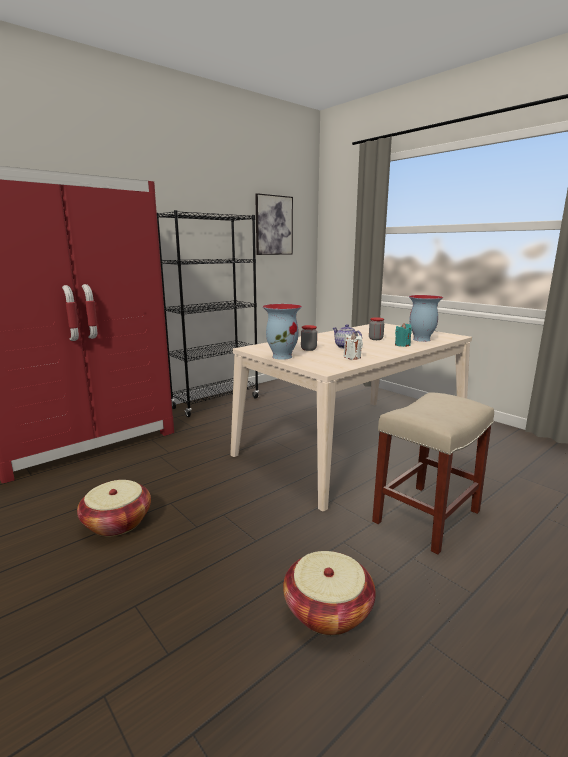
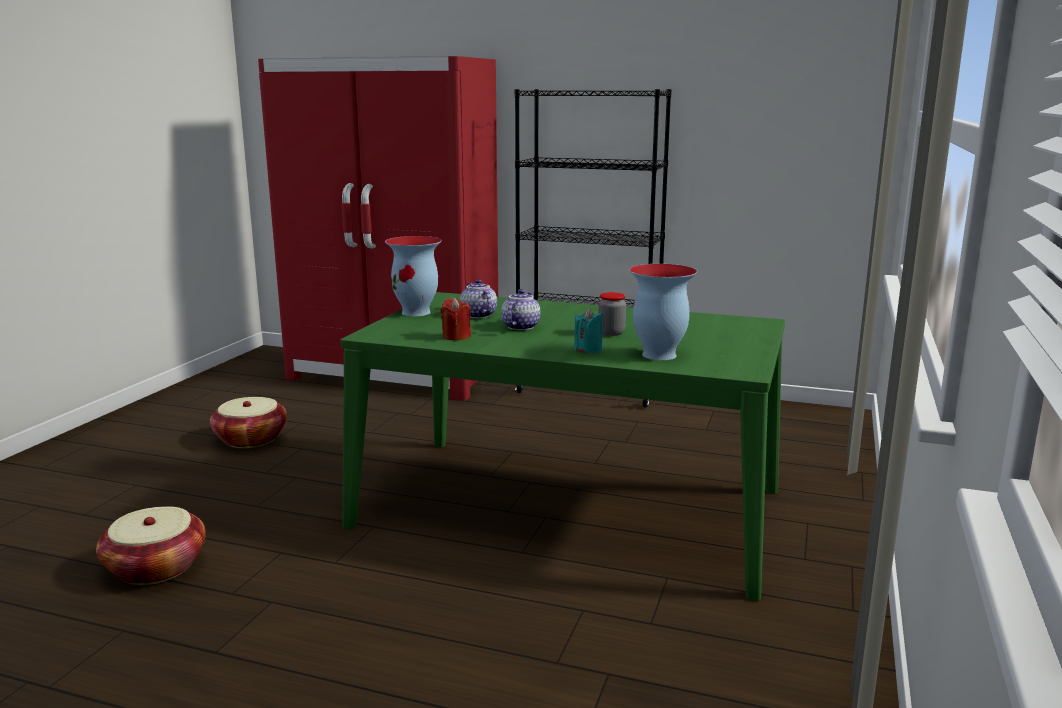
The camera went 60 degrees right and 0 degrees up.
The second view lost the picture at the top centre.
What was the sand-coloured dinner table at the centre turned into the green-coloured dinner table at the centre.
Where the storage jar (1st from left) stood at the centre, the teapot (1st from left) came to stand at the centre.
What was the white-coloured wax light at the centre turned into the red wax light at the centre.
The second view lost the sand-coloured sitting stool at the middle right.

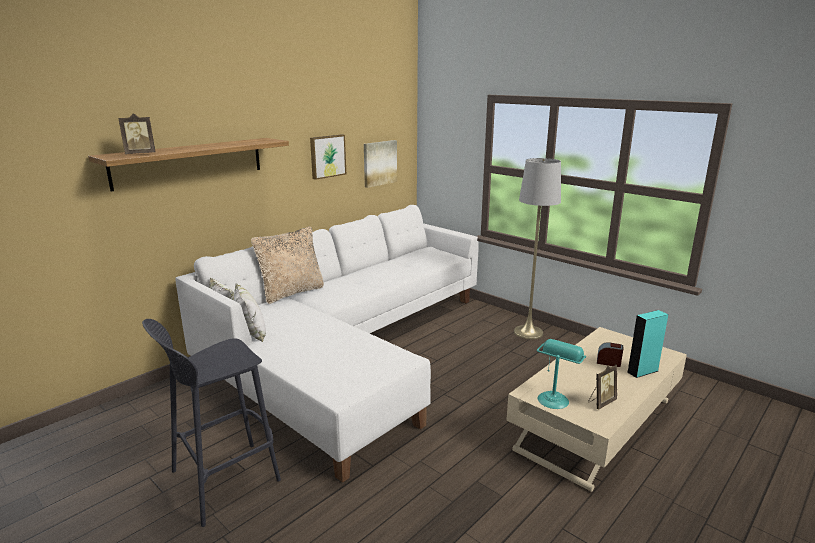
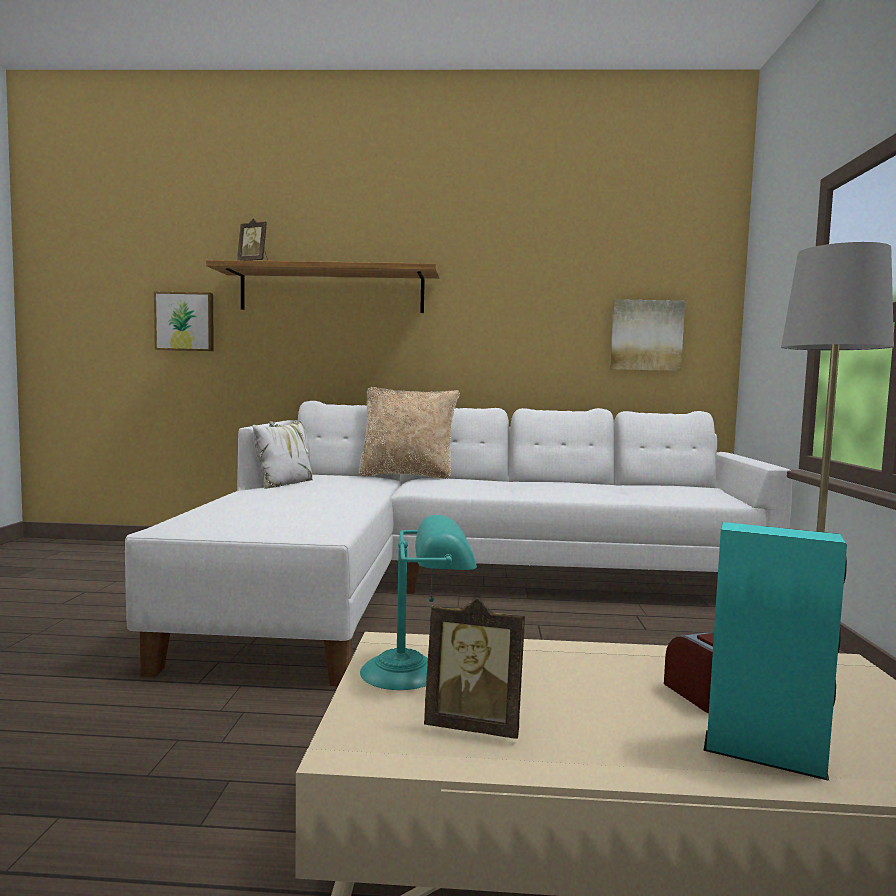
The camera went 50 degrees right and 15 degrees down.
The picture (1st from left) ended up elsewhere, having gone from the top centre to the middle left.
The second view lost the grey sitting stool at the bottom left.

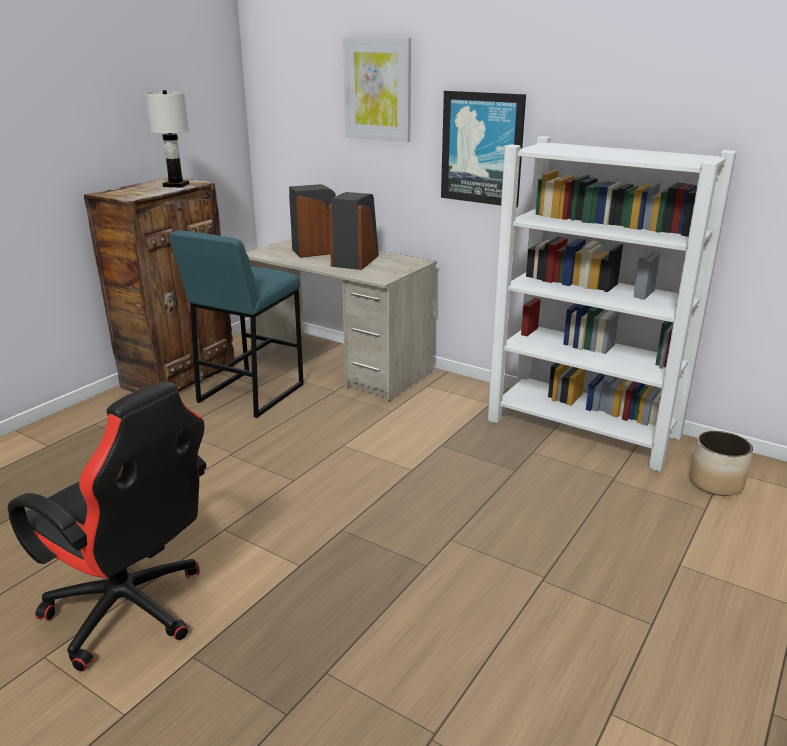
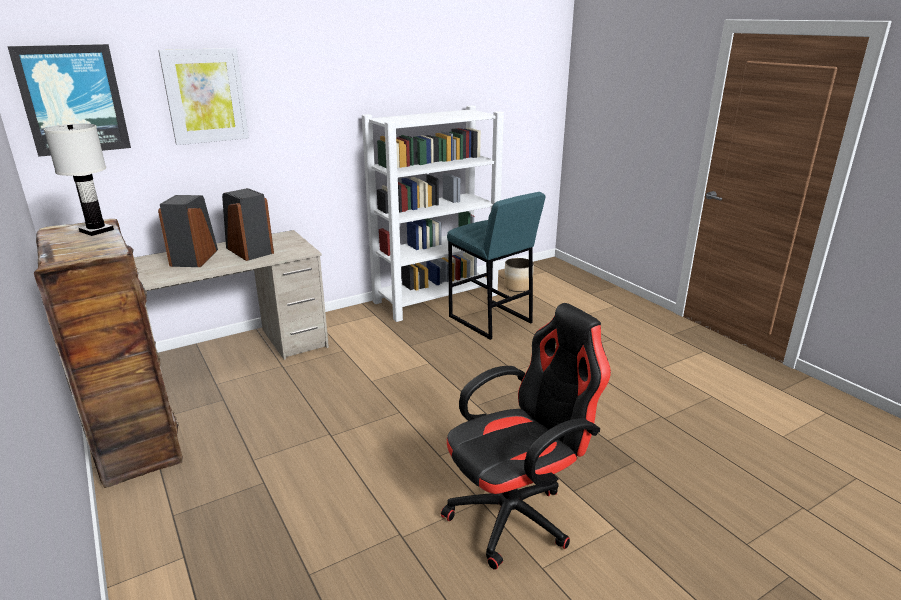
The camera went 65 degrees left and 0 degrees up.
The picture (2nd from left in the first image) ended up elsewhere, having gone from the top centre to the top left.
The turquoise-coloured sitting stool ended up elsewhere, having gone from the middle left to the centre.

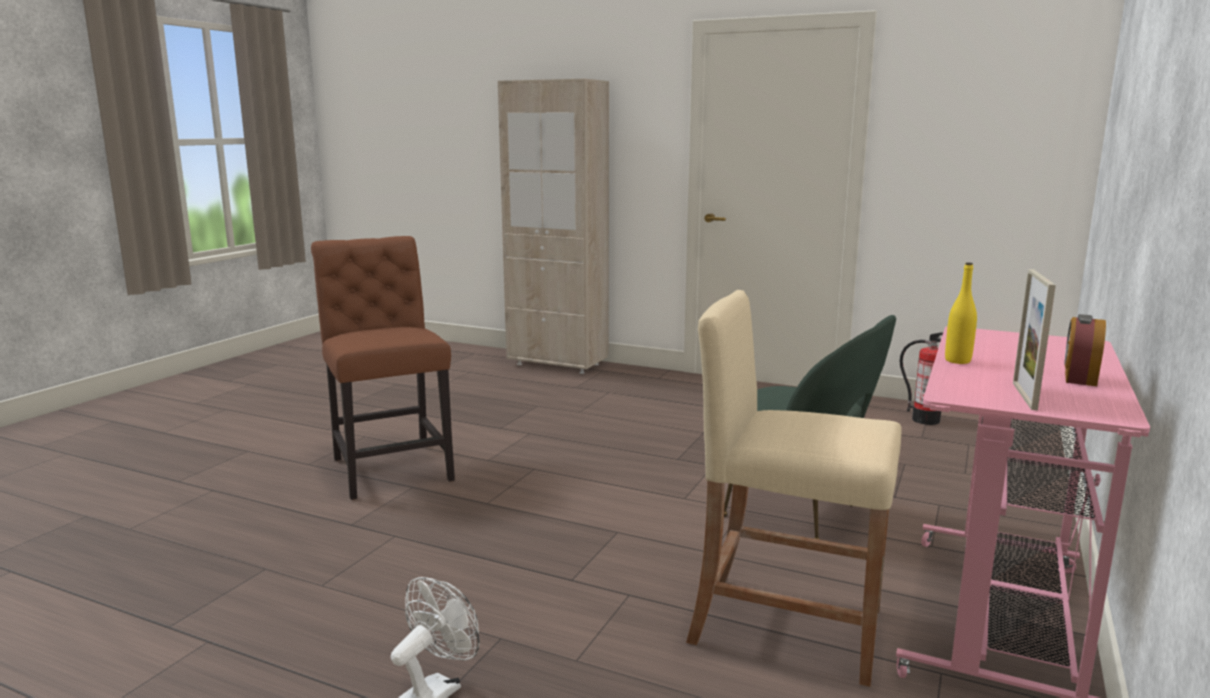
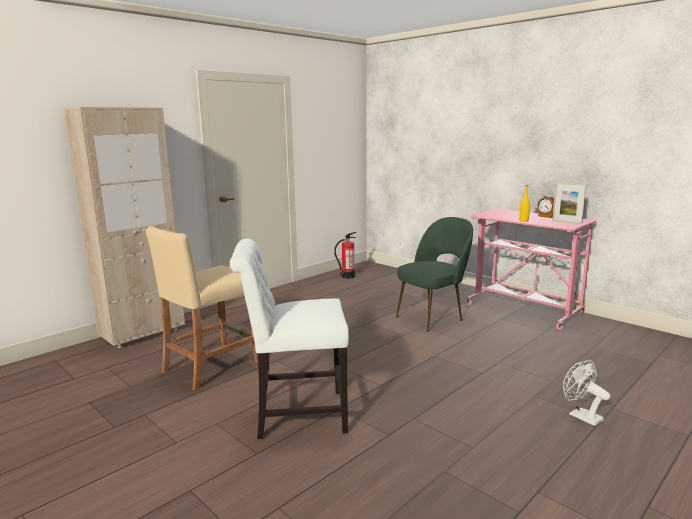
The camera went 70 degrees left and 0 degrees up.
What was the brown-coloured upright chair at the middle left turned into the white-coloured upright chair at the centre.
The sand-coloured sitting stool ended up elsewhere, having gone from the bottom centre to the middle left.

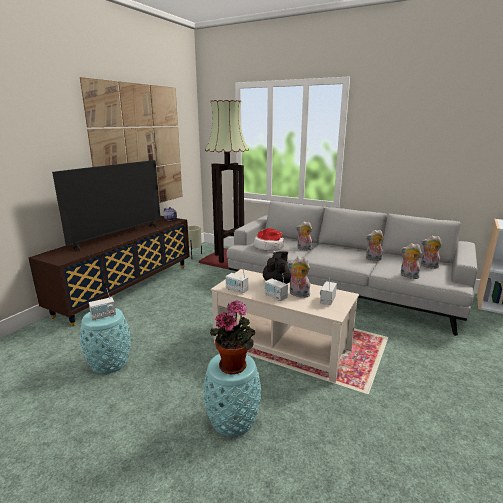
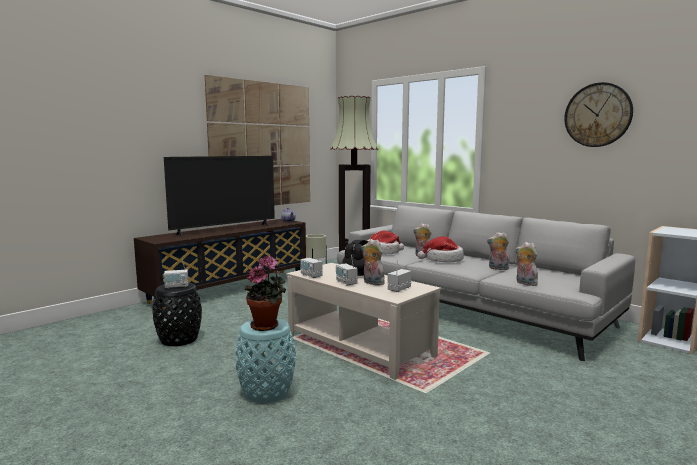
The camera went 15 degrees right and 10 degrees down.
The second view lost the cuddly toy (5th from left) at the middle right.
What was the turquoise-coloured sitting stool (1st from left) at the bottom left turned into the black sitting stool at the bottom left.
The second view gained the clock on the wall at the top right.
The second view gained the clothing hat (2nd from left) at the centre.

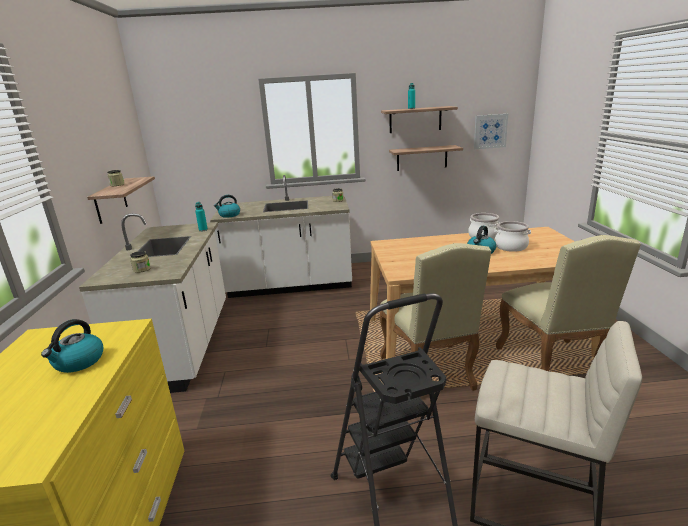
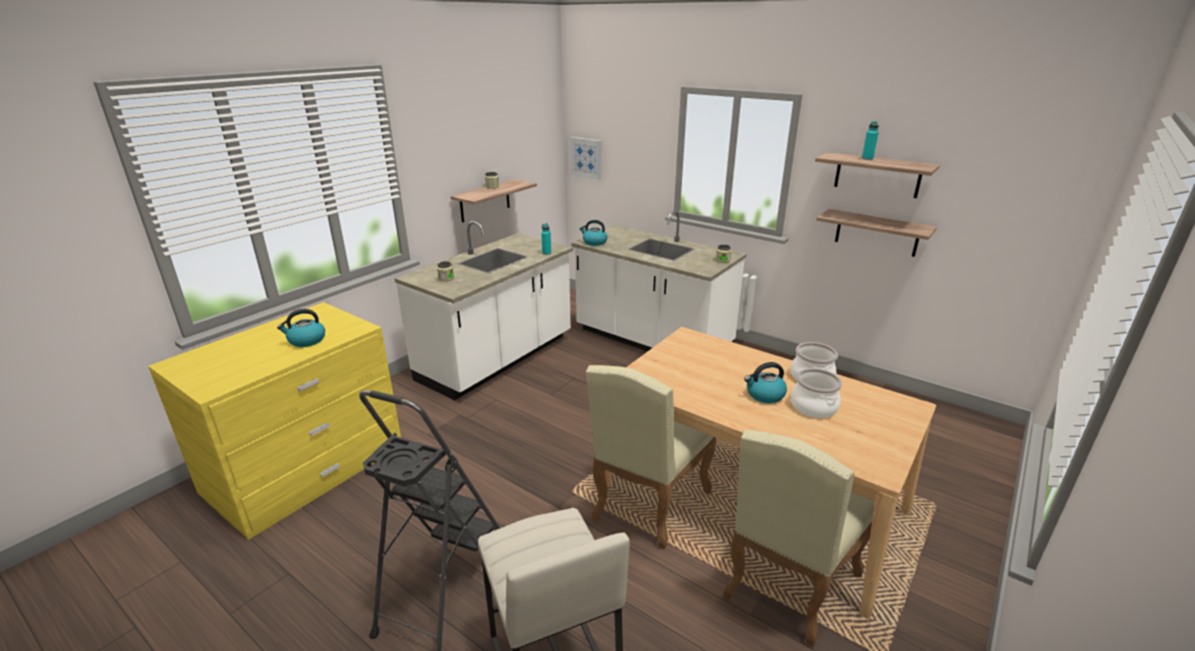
The camera went 40 degrees right and 5 degrees up.
The picture ended up elsewhere, having gone from the top right to the top centre.

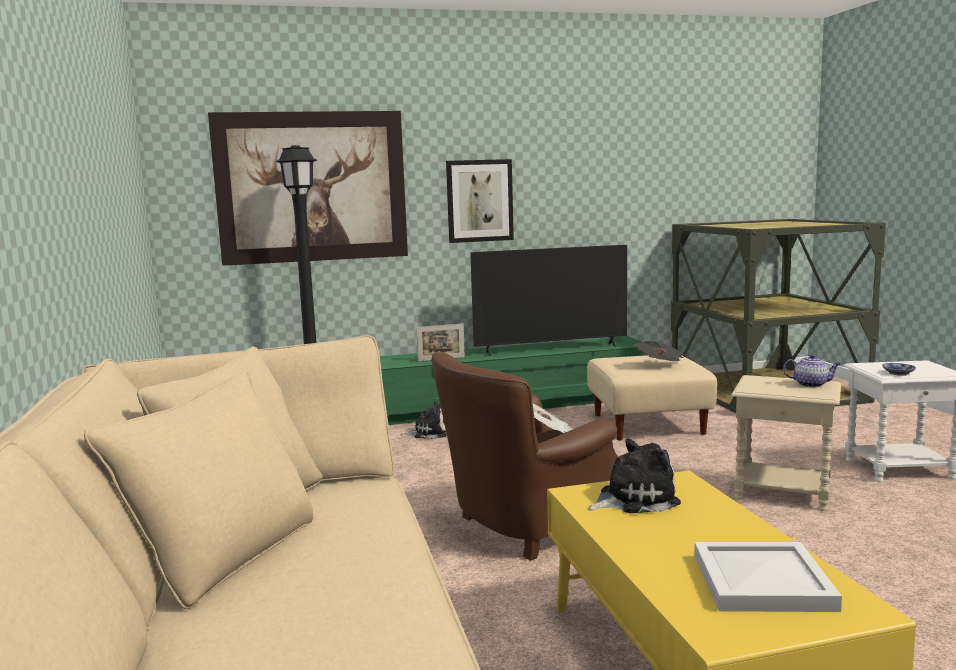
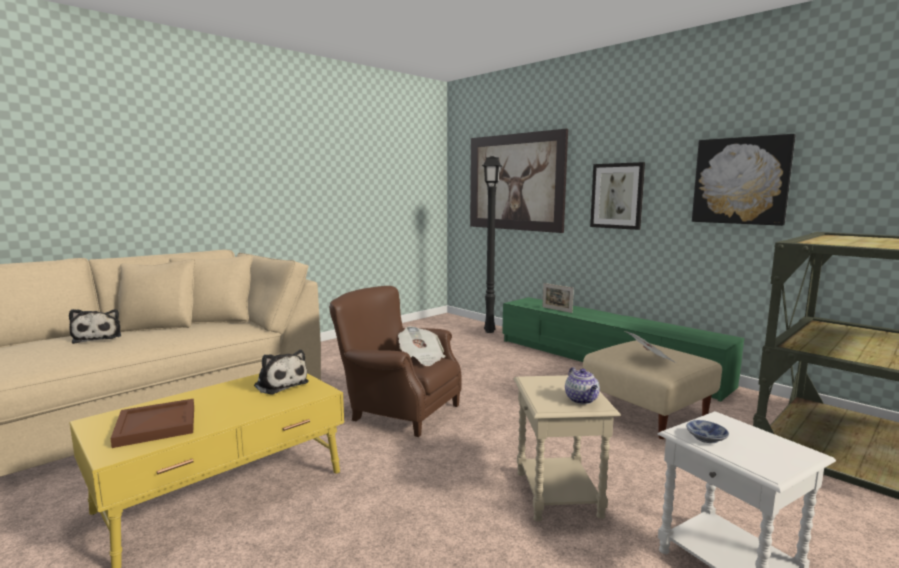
The camera went 60 degrees right and 0 degrees up.
The second view lost the TV at the centre.
The cuddly toy (1st from left) ended up elsewhere, having gone from the centre to the middle left.
What was the white-coloured tray at the bottom right turned into the brown-coloured tray at the bottom left.
The second view gained the picture (3rd from left) at the top right.

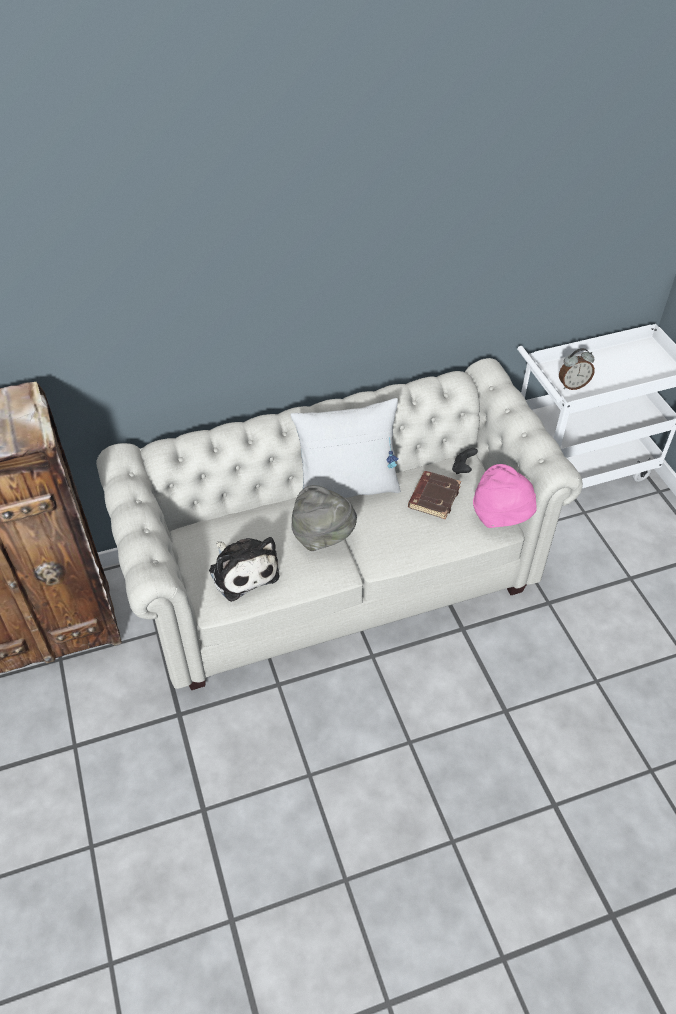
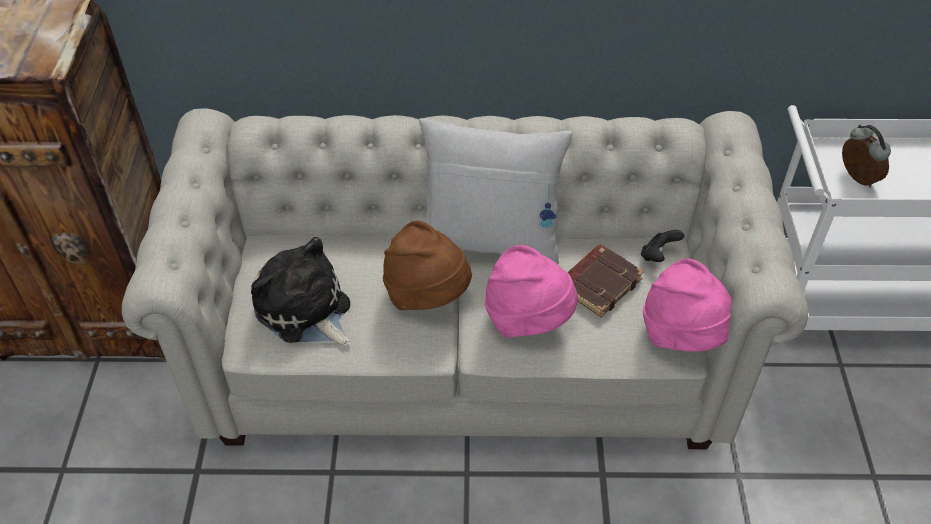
The camera went 20 degrees right and 0 degrees up.
The bedside clock at the middle right ended up facing another way, 120 degrees counterclockwise from before.
What was the grey clothing hat at the centre turned into the brown-coloured clothing hat at the centre.
The cuddly toy at the centre ended up facing another way, 150 degrees clockwise from before.
The second view gained the pink clothing hat (1st from left) at the centre.

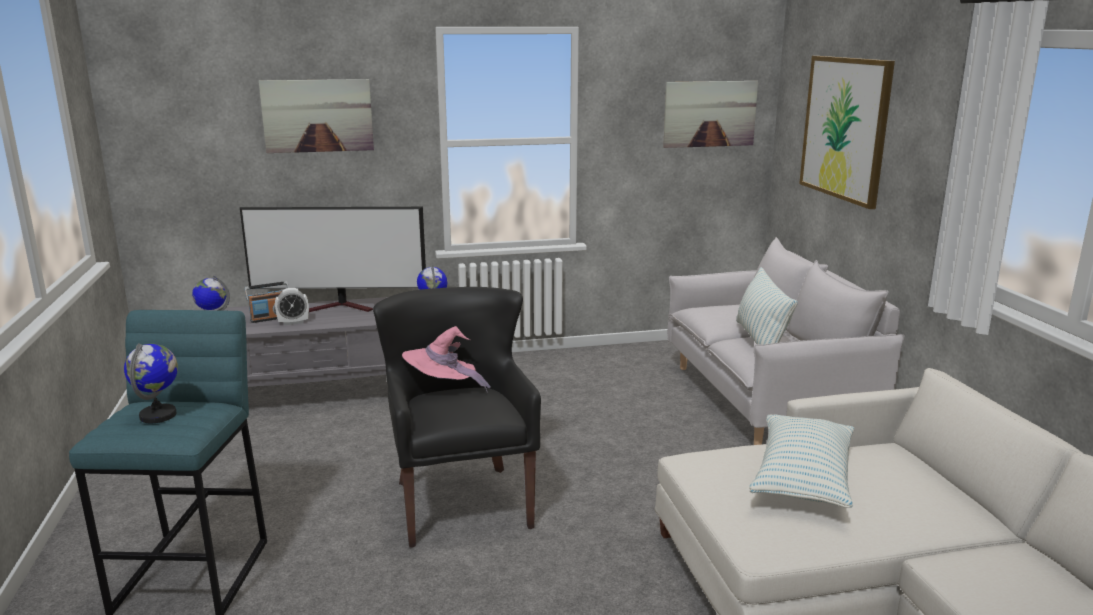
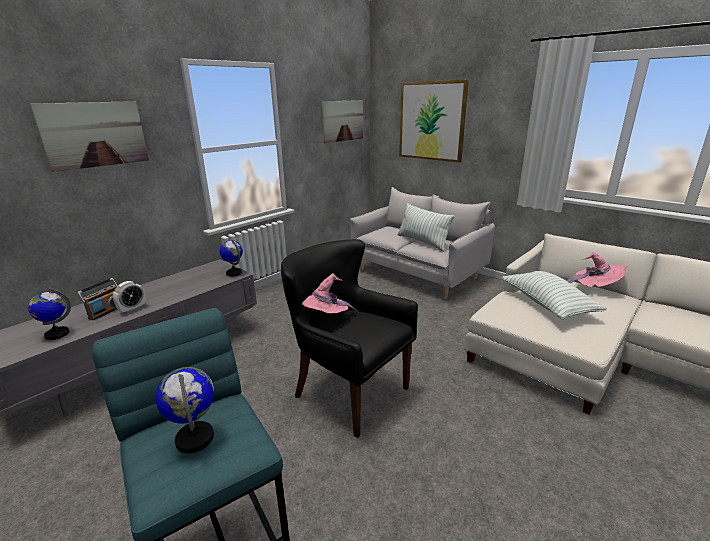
The camera went 35 degrees left and 5 degrees up.
The second view lost the TV at the middle left.
The second view gained the pink clothing hat (2nd from left) at the middle right.

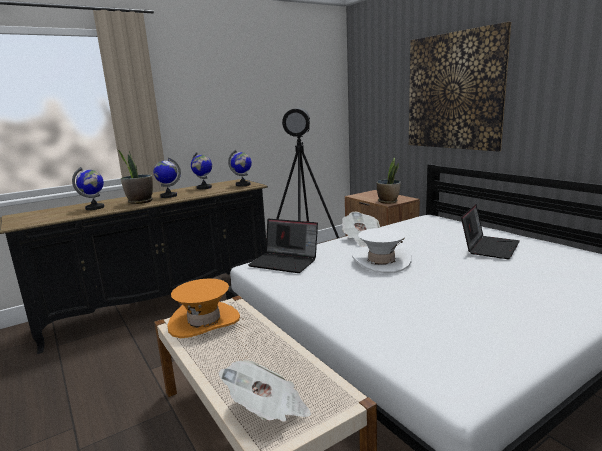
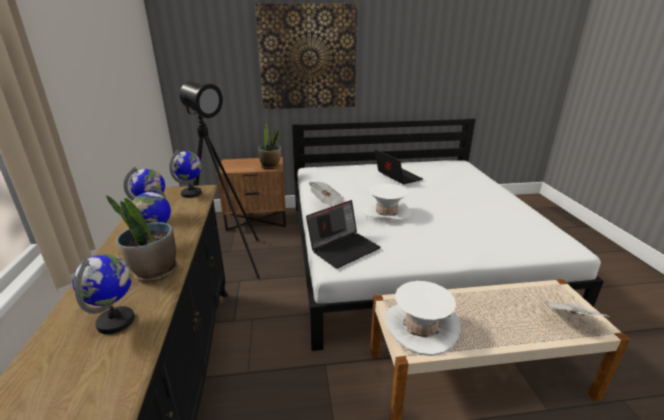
The camera went 65 degrees left and 10 degrees up.
What was the orange-coloured clothing hat at the bottom centre turned into the white-coloured clothing hat (2nd from left) at the bottom centre.

